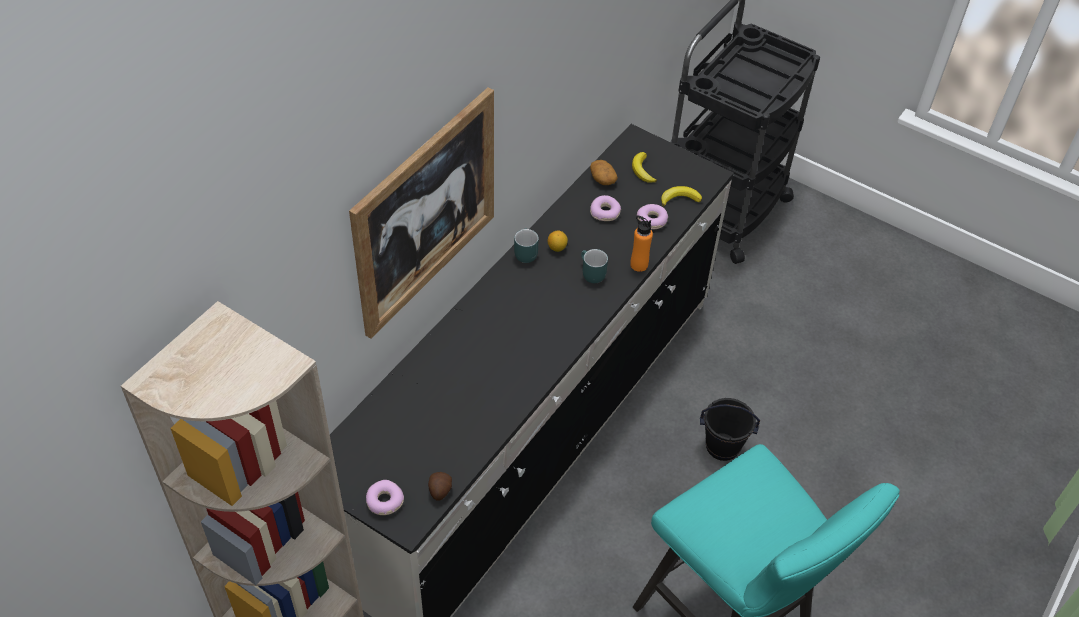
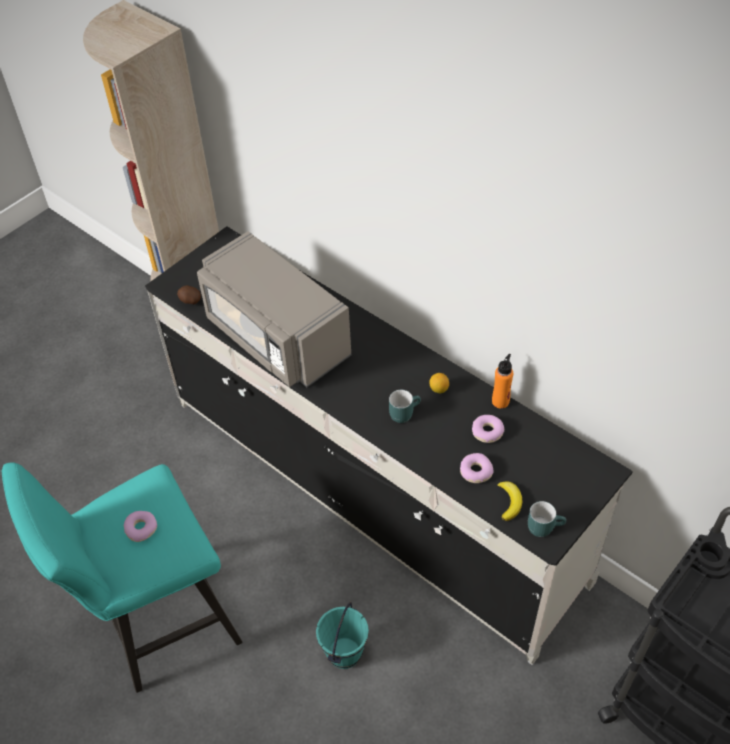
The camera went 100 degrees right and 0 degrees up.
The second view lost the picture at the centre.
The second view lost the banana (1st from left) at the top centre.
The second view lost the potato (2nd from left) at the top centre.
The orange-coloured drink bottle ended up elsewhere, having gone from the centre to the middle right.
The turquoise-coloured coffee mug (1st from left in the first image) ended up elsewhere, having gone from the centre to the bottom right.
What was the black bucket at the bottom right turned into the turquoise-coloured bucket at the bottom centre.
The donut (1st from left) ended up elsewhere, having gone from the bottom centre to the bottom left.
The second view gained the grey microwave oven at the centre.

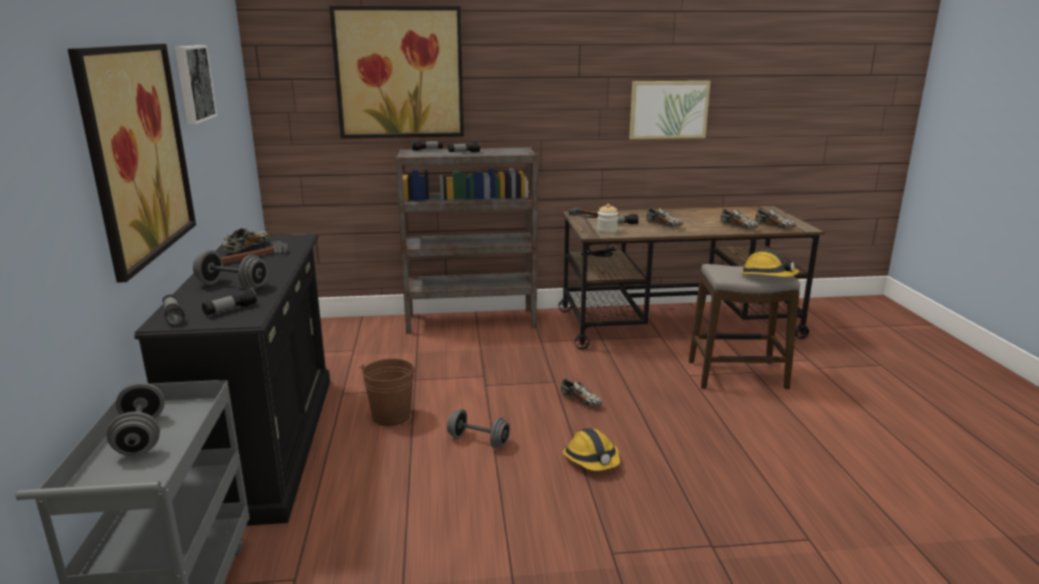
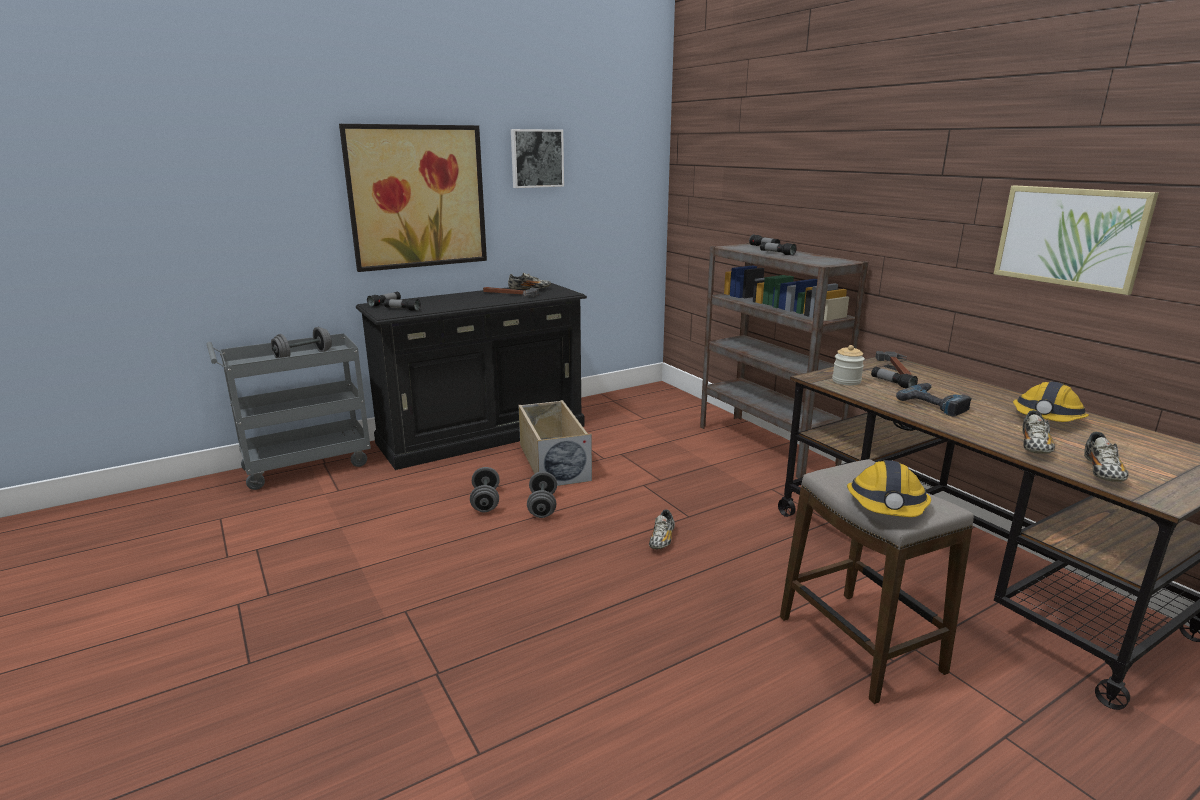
The camera went 65 degrees right and 0 degrees up.
The second view lost the picture (3rd from left) at the top centre.
Where the item of footwear (3rd from left) stood at the centre, the drill came to stand at the middle right.
The grey dumbbell (2nd from left) ended up elsewhere, having gone from the middle left to the centre.
Where the brown-coloured bucket stood at the bottom centre, the sand-coloured storage bin came to stand at the centre.
The hard hat (1st from left in the first image) ended up elsewhere, having gone from the bottom centre to the middle right.

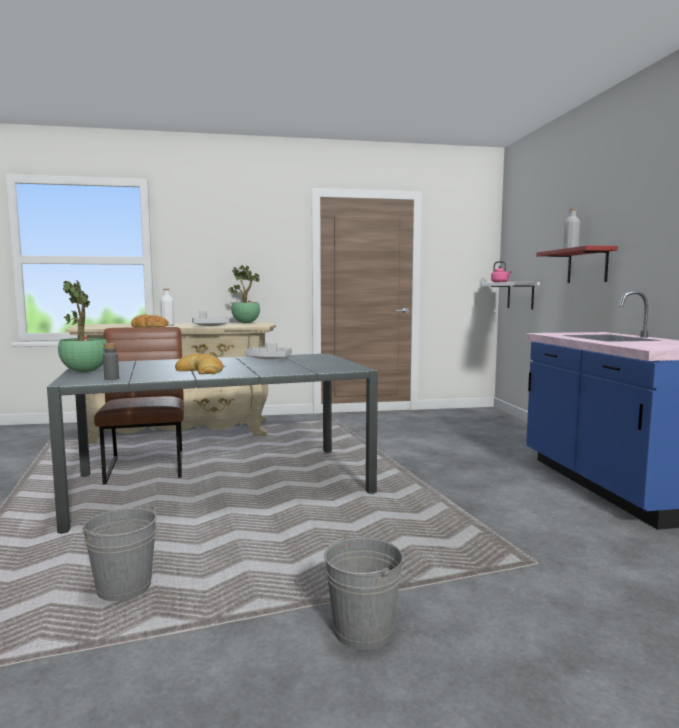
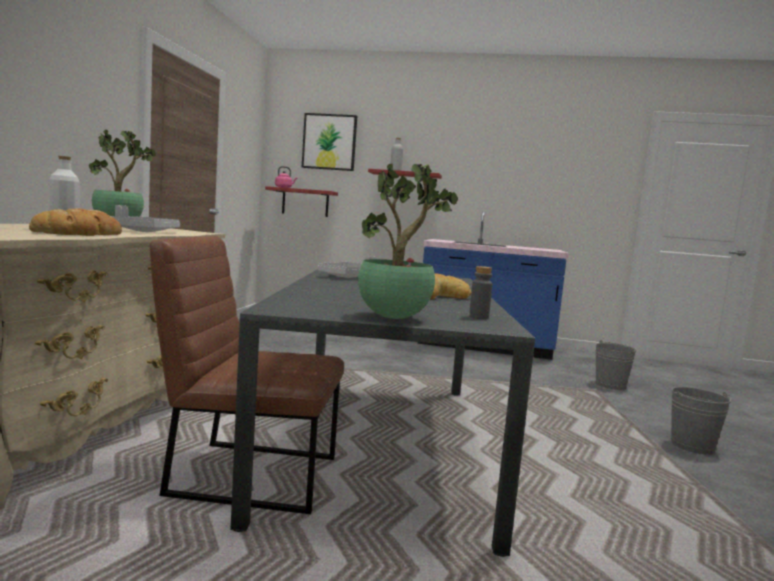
The camera went 70 degrees left and 0 degrees up.
What was the white-coloured shelf at the middle right turned into the red shelf (1st from left) at the centre.
The grey bucket (1st from left) ended up elsewhere, having gone from the bottom left to the middle right.
The second view gained the picture at the top centre.

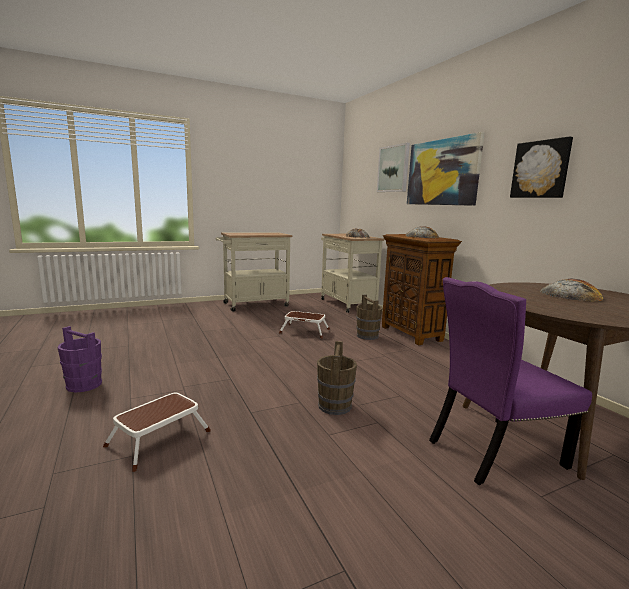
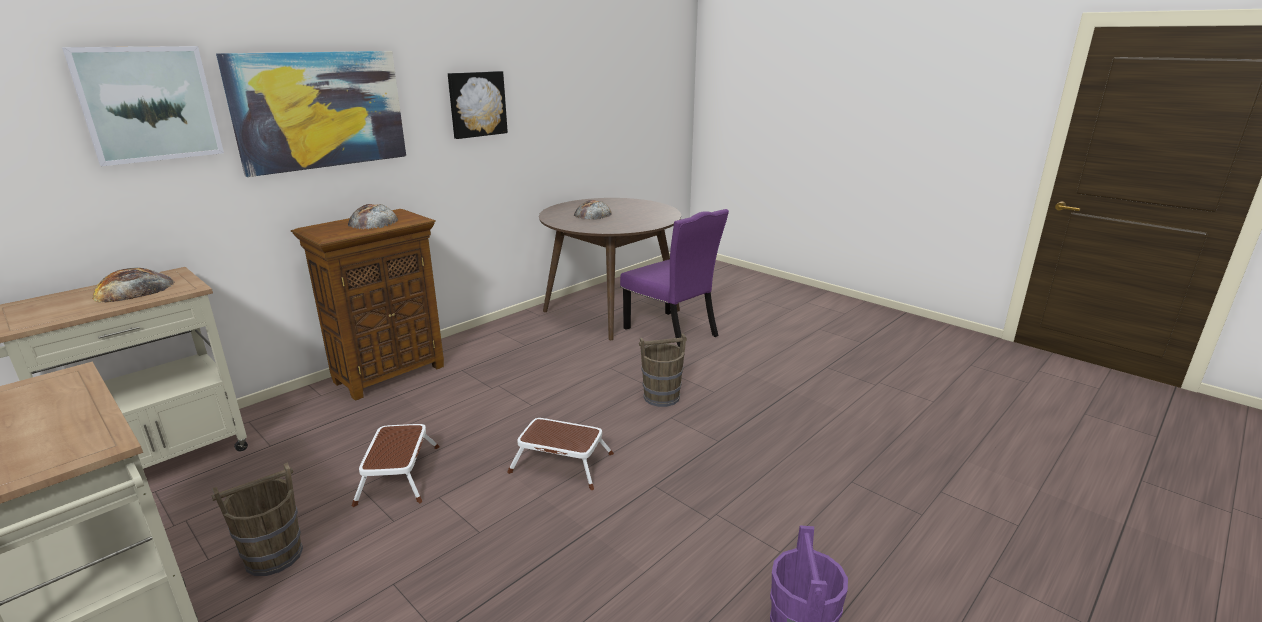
The camera went 110 degrees left and 10 degrees up.
The brown-coloured bucket (2nd from left in the first image) ended up elsewhere, having gone from the centre to the bottom left.
The brown-coloured stepladder (1st from left in the first image) ended up elsewhere, having gone from the bottom left to the bottom centre.

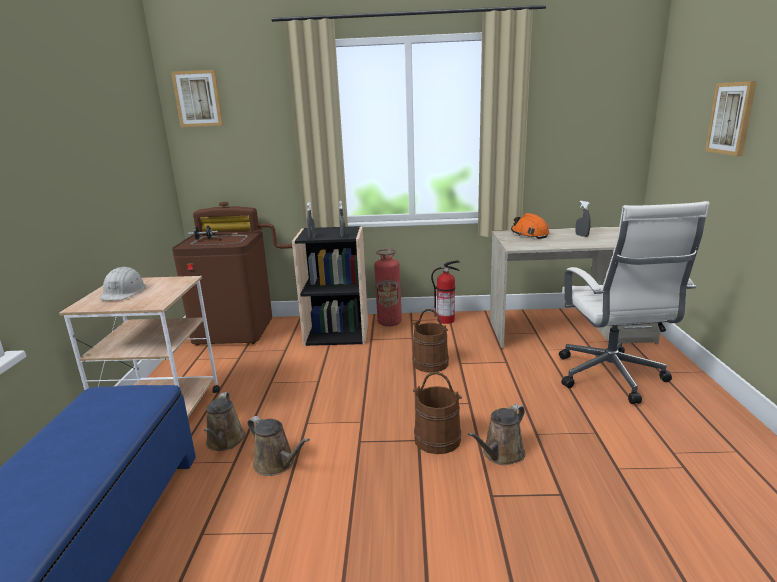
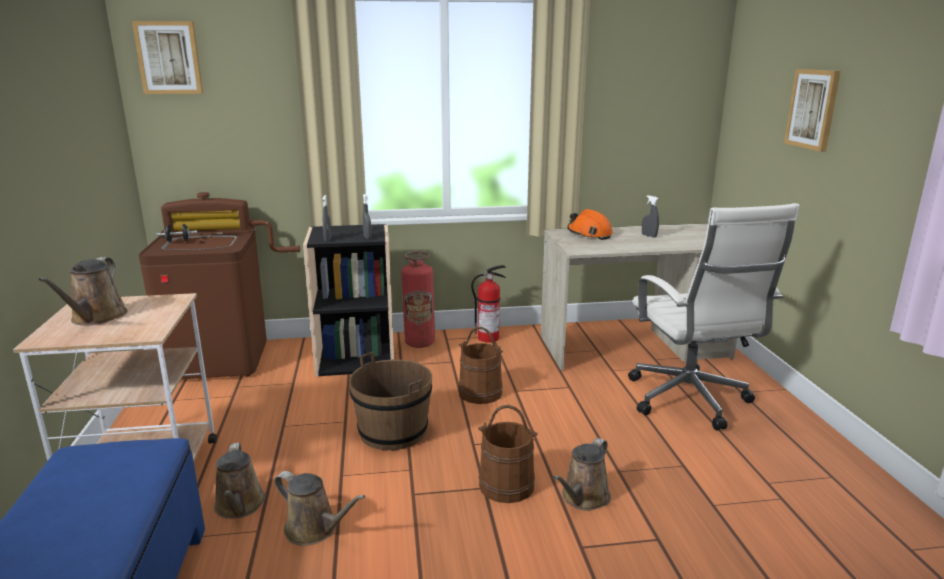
The camera went 10 degrees left and 0 degrees up.
Where the white-coloured hard hat stood at the middle left, the brown-coloured sprinkling can (1st from left) came to stand at the middle left.
The second view gained the brown-coloured bucket (1st from left) at the bottom centre.

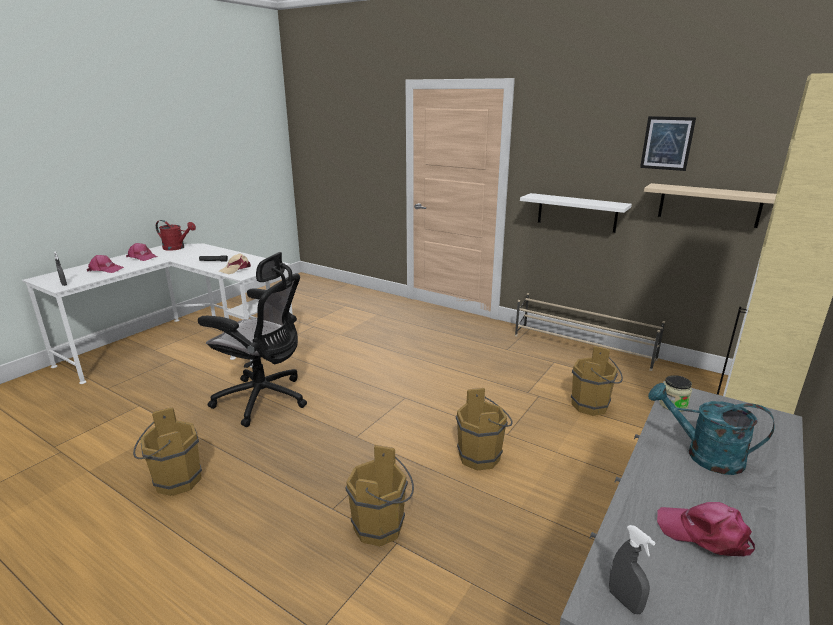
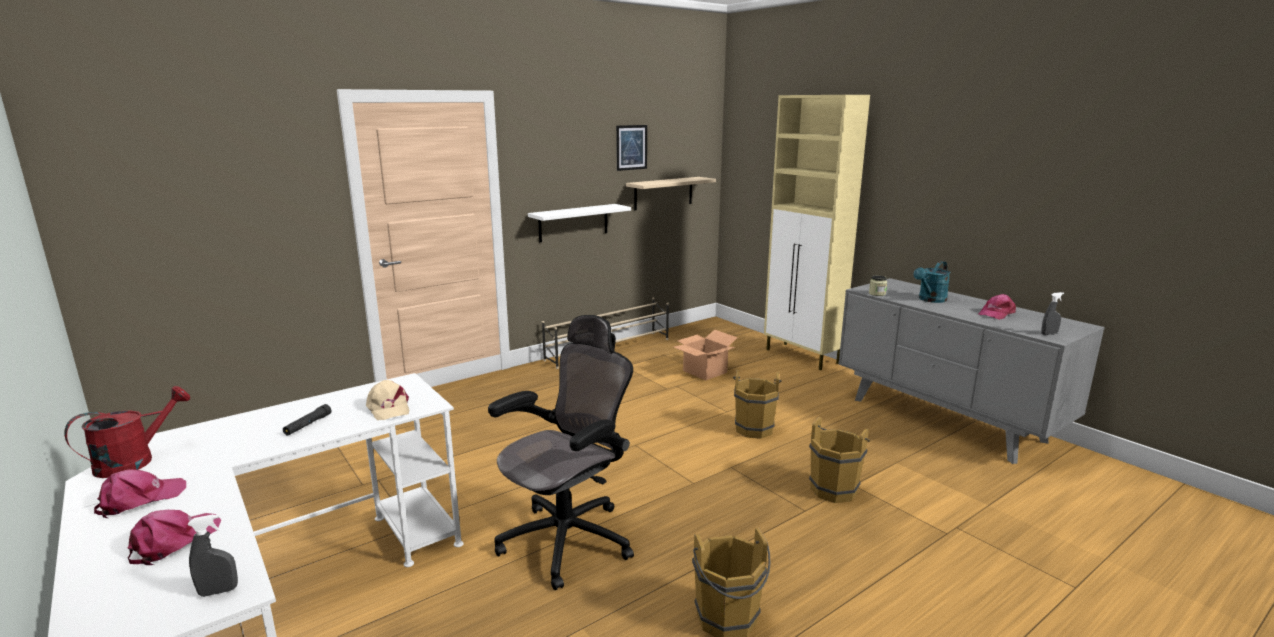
The camera went 70 degrees left and 5 degrees down.
Where the brown-coloured bucket (4th from left) stood at the middle right, the cardboard box came to stand at the centre.

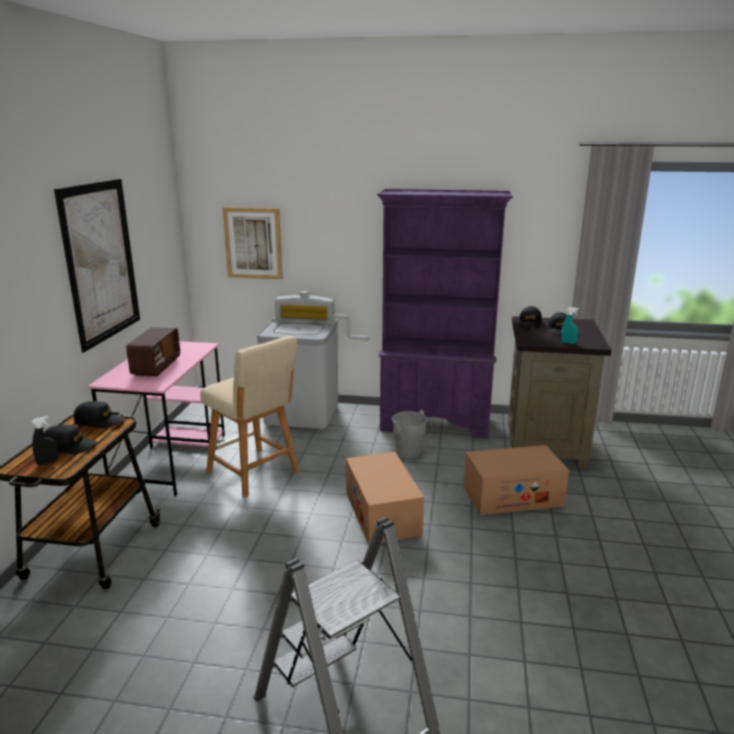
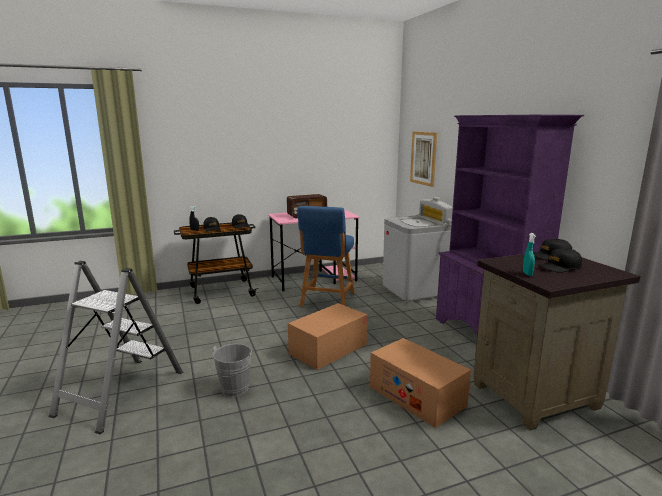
The camera went 60 degrees right and 5 degrees down.
The second view lost the picture (1st from left) at the middle left.
What was the sand-coloured sitting stool at the centre turned into the bluish sitting stool at the centre.
The grey bucket ended up elsewhere, having gone from the centre to the bottom centre.

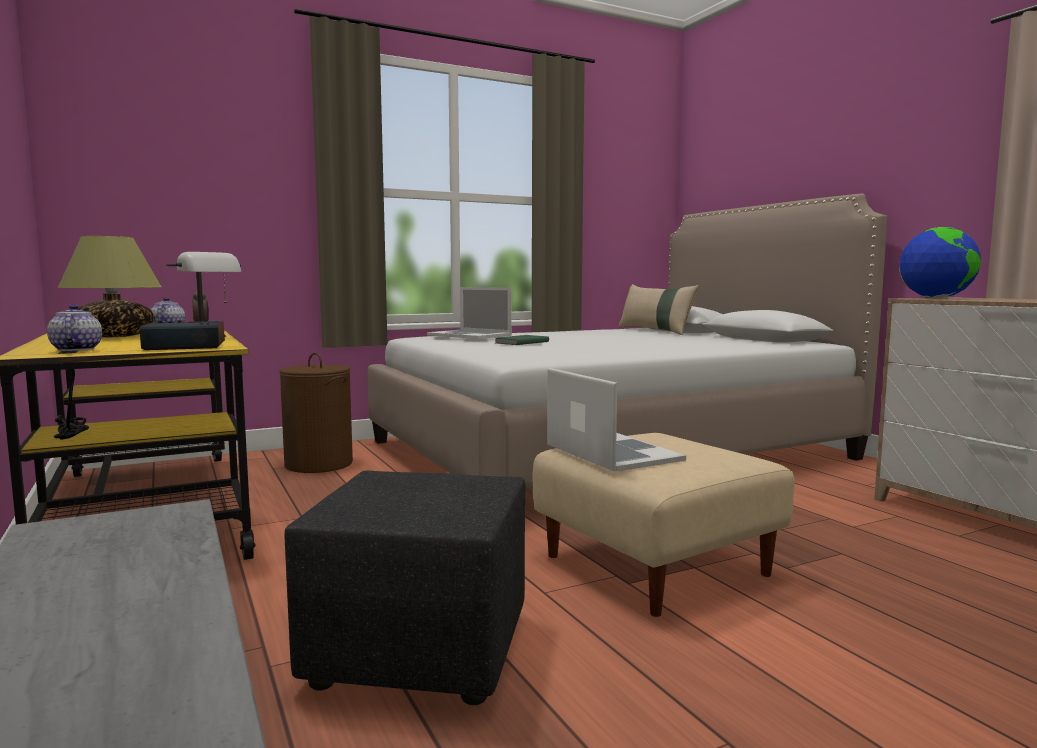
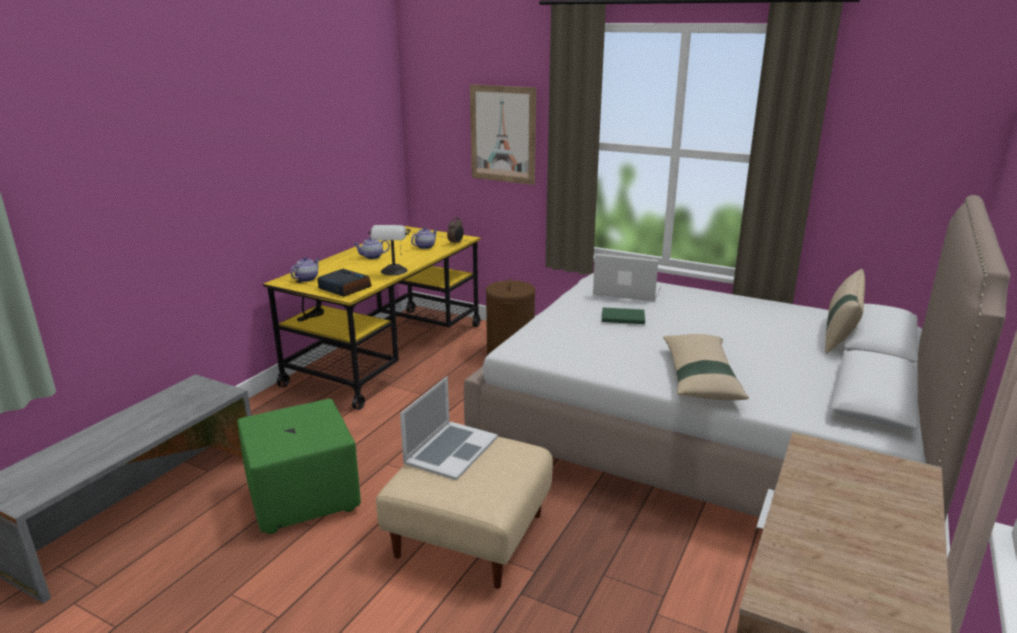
The camera went 55 degrees right and 15 degrees up.
The second view lost the globe at the middle right.
Where the lamp for a table (1st from left) stood at the middle left, the teapot (2nd from left) came to stand at the centre.
The notebook computer (1st from left in the first image) at the centre ended up facing another way, 105 degrees clockwise from before.
What was the black pouffe at the bottom centre turned into the green-coloured pouffe at the bottom left.
The second view gained the picture at the top centre.
The second view gained the sand-coloured pillow (1st from left) at the middle right.

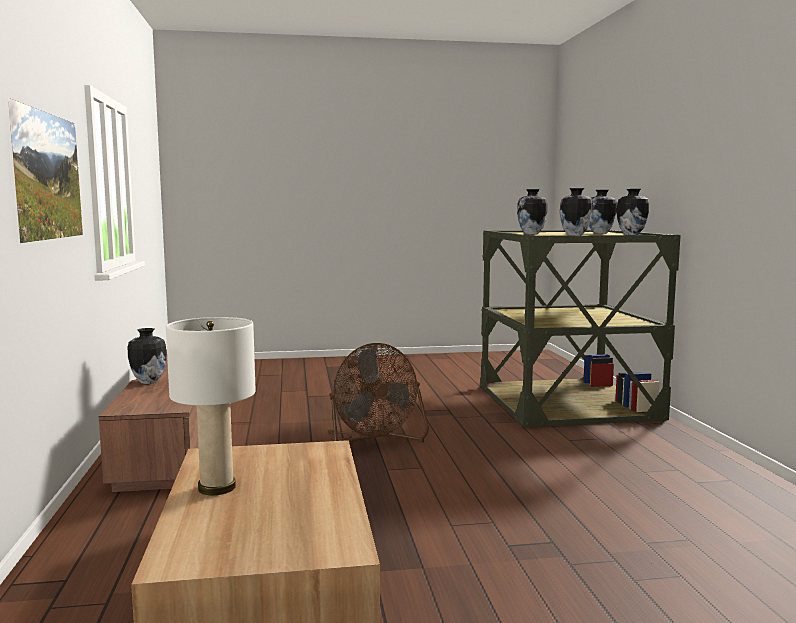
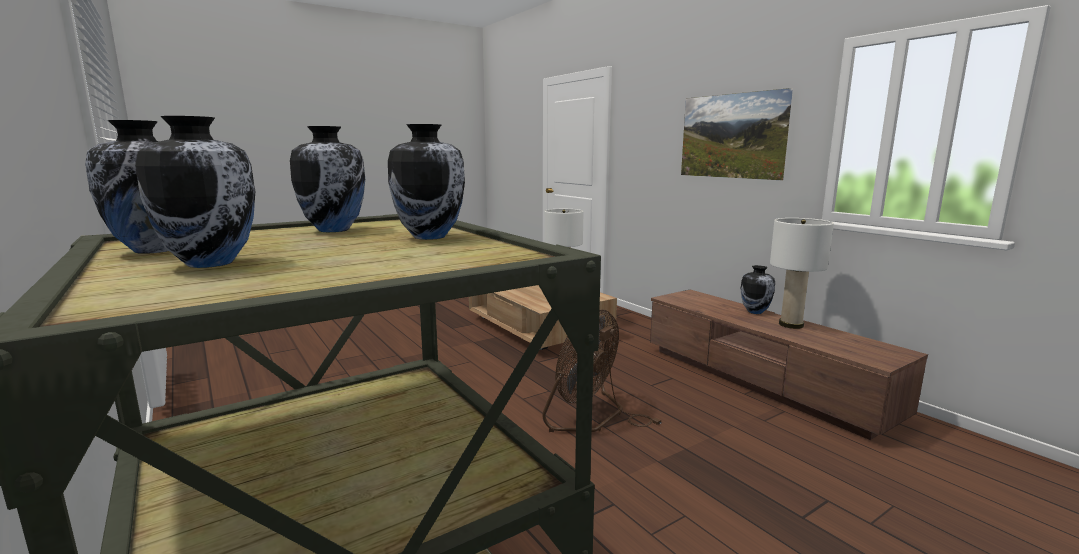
The camera went 155 degrees right and 5 degrees up.
The second view gained the white-coloured lamp for a table (2nd from left) at the middle right.

